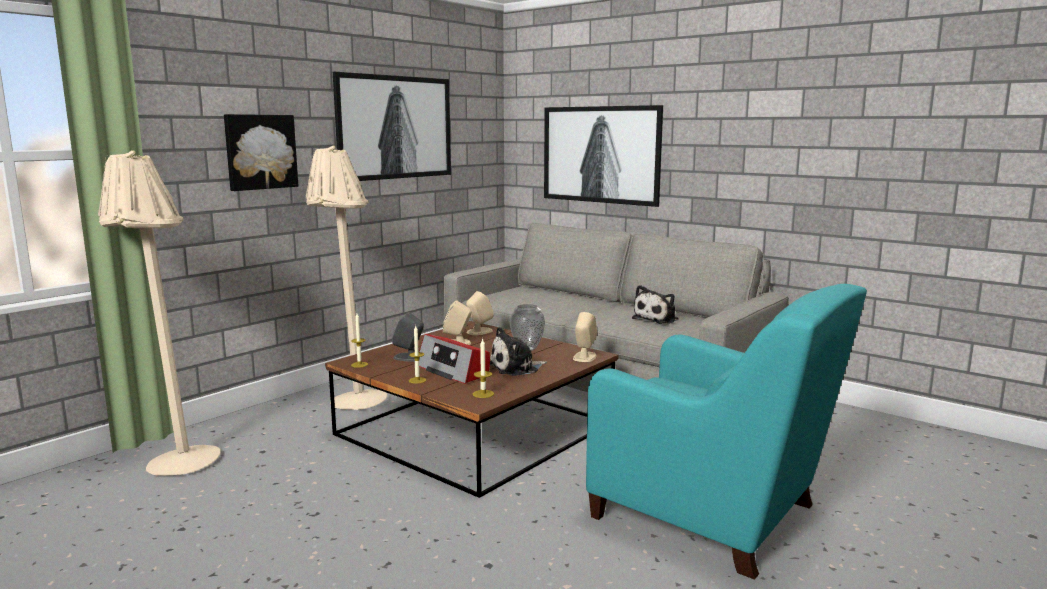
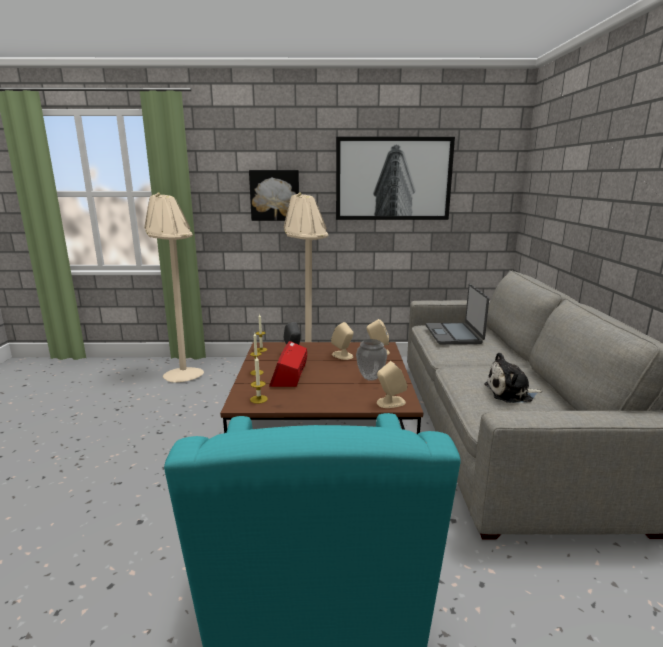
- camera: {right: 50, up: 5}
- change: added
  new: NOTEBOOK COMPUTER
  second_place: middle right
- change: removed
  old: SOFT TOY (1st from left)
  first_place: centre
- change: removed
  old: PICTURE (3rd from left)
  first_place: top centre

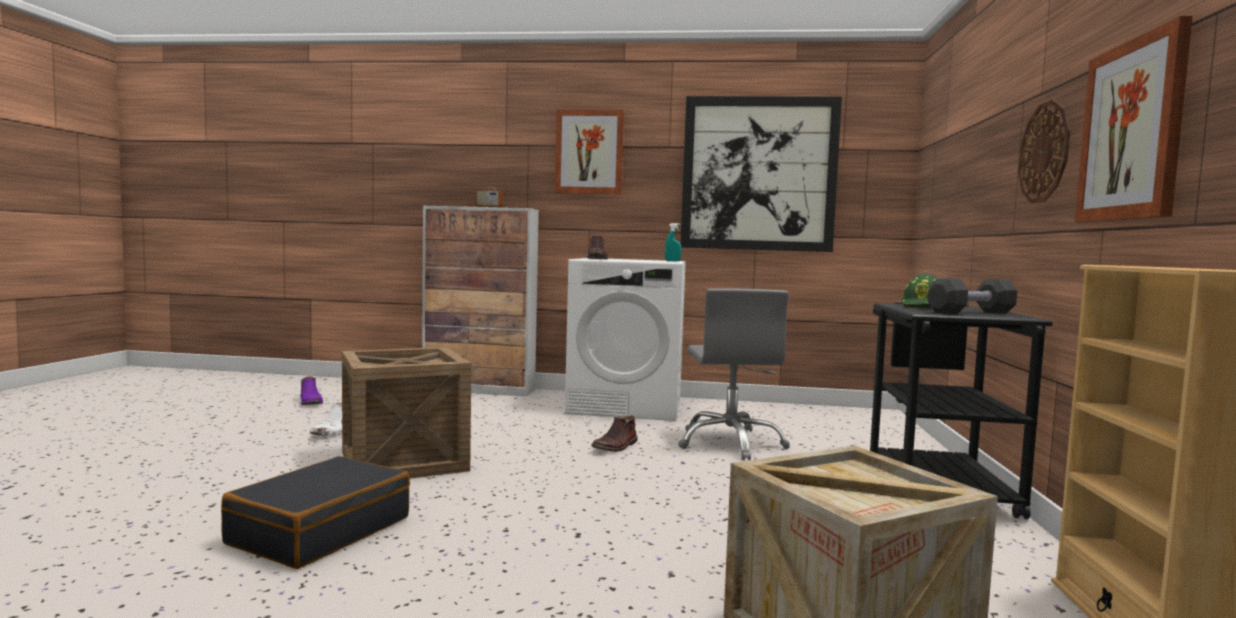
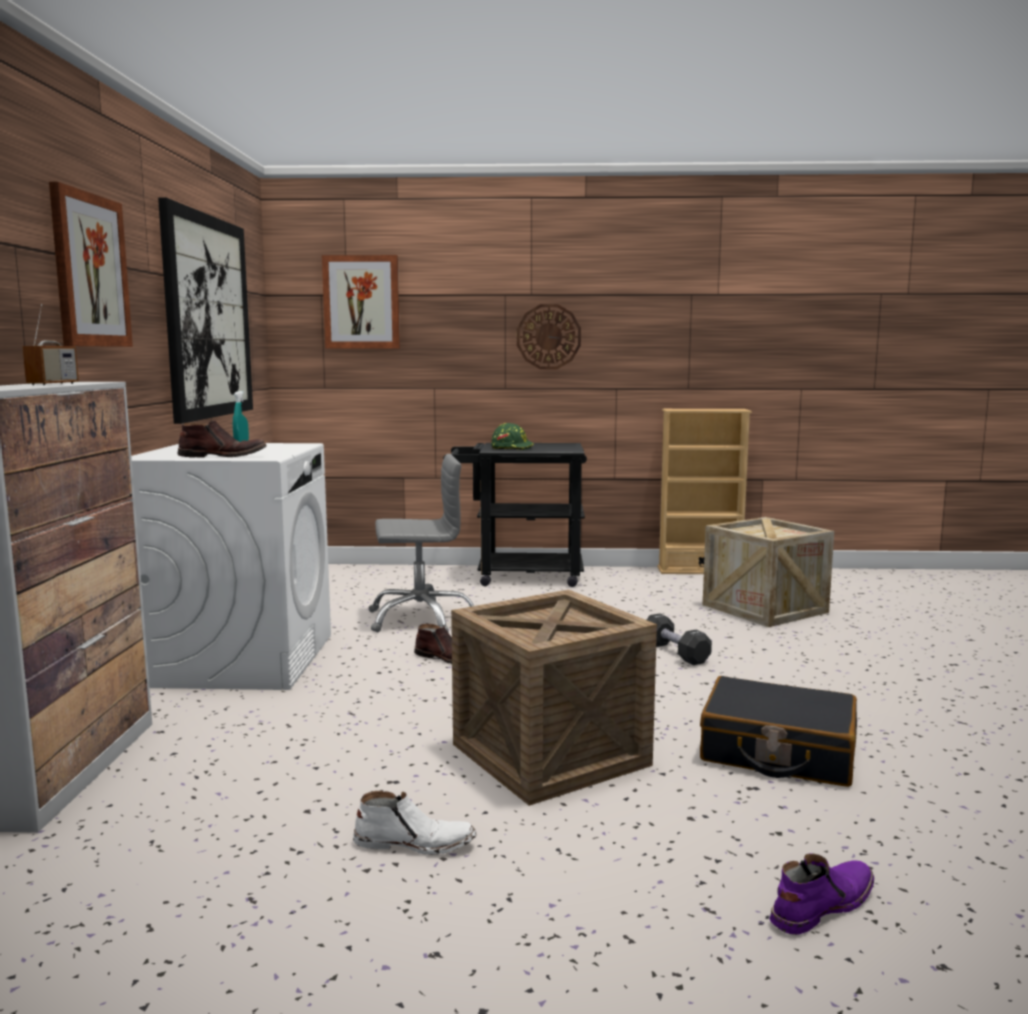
- camera: {right: -95, up: 5}
- change: moved
  old: PICTURE (3rd from left)
  first_place: top right
  second_place: top centre
- change: moved
  old: BLACK-COLOURED FREE WEIGHT
  first_place: middle right
  second_place: centre
- change: moved
  old: PURPLE-COLOURED HIGH-TOP BOOT
  first_place: middle left
  second_place: bottom right

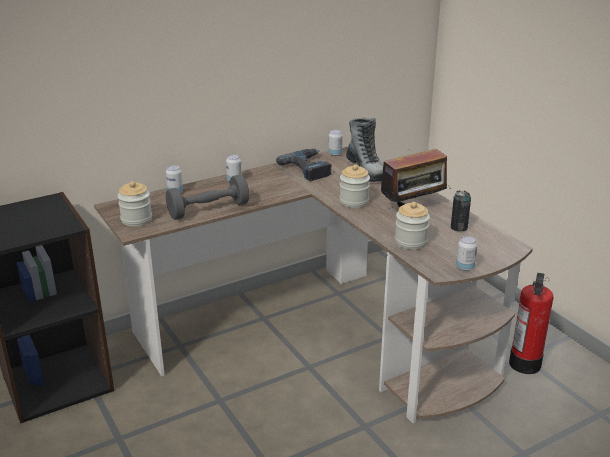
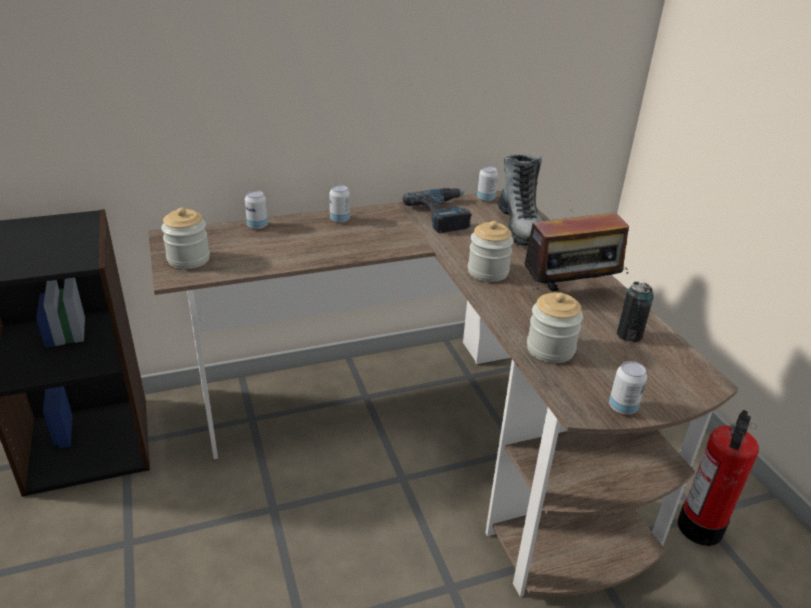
- camera: {right: 10, up: 5}
- change: removed
  old: GREYISH FREE WEIGHT
  first_place: centre

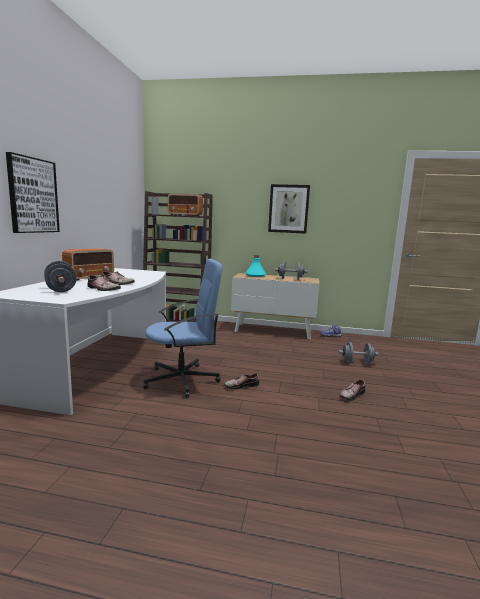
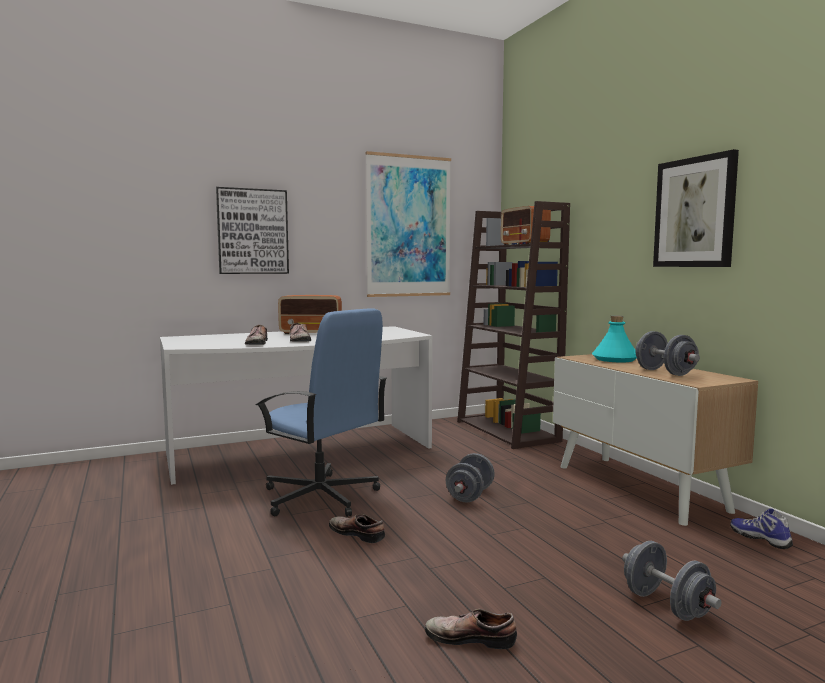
- camera: {right: 55, up: -5}
- change: added
  new: PICTURE (2nd from left)
  second_place: top centre
- change: moved
  old: GREYISH FREE WEIGHT (1st from left)
  first_place: middle left
  second_place: bottom centre

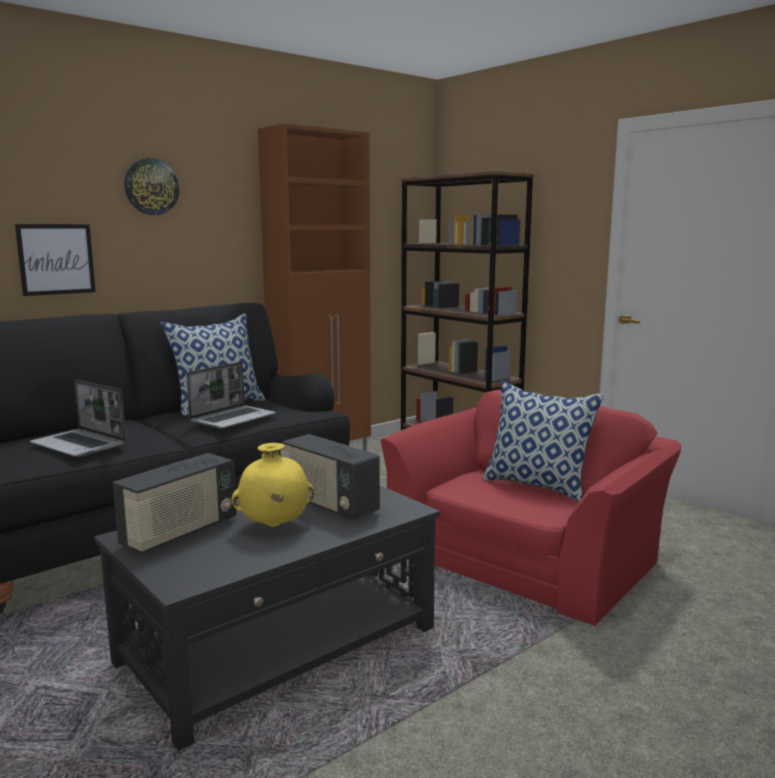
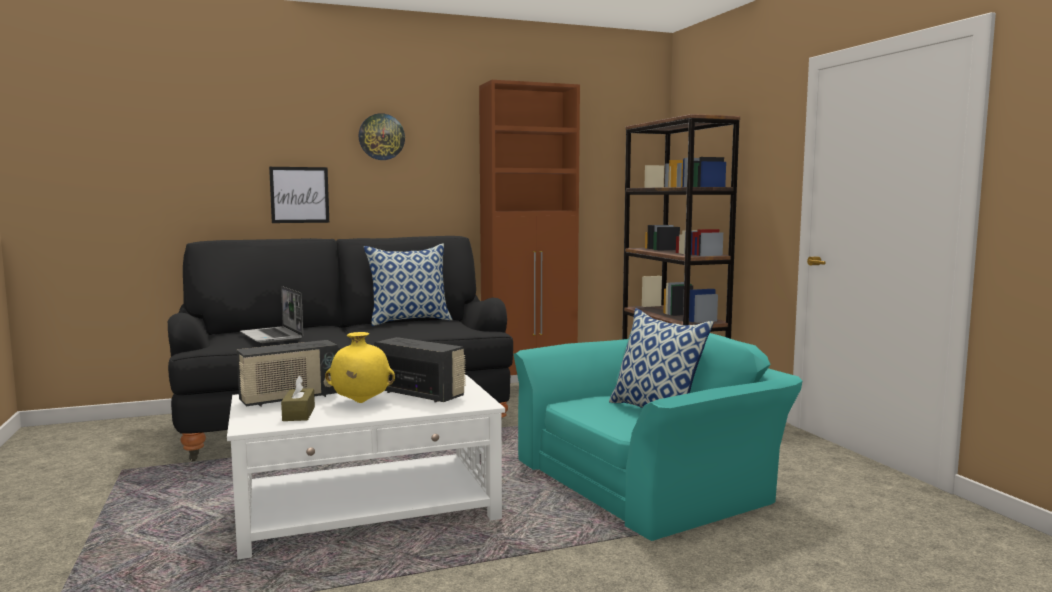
- camera: {right: 20, up: -5}
- change: recoloured
  old: BLACK-COLOURED COFFEE TABLE
  new: WHITE COFFEE TABLE
  first_place: bottom centre
  second_place: bottom centre
- change: added
  new: BROWNISH TISSUE BOX
  second_place: bottom left
- change: turned
  old: RADIO (2nd from left)
  first_place: centre
  second_place: centre
  degrees: 150
- change: recoloured
  old: RED-COLOURED EASY CHAIR
  new: BLUE-GREEN EASY CHAIR
  first_place: middle right
  second_place: bottom centre
- change: removed
  old: NOTEBOOK COMPUTER (2nd from left)
  first_place: middle left

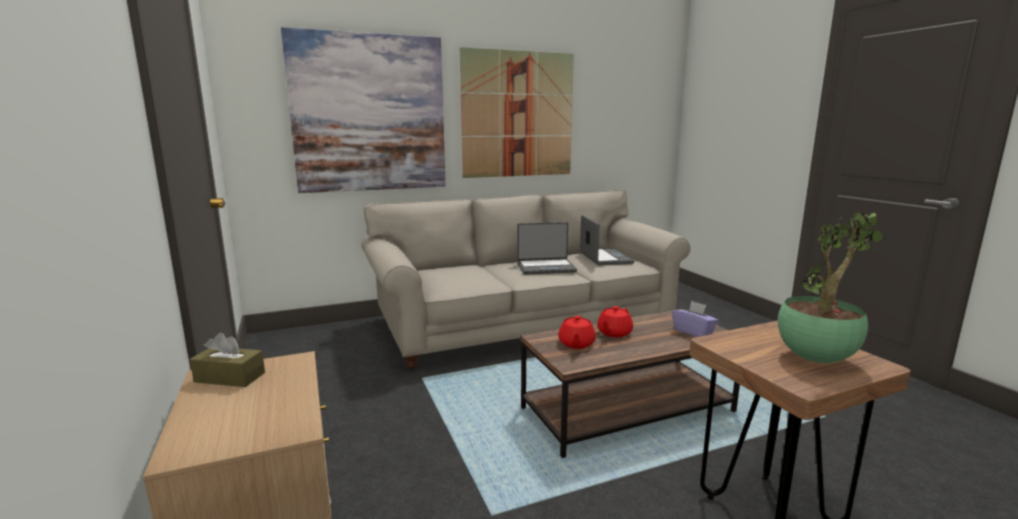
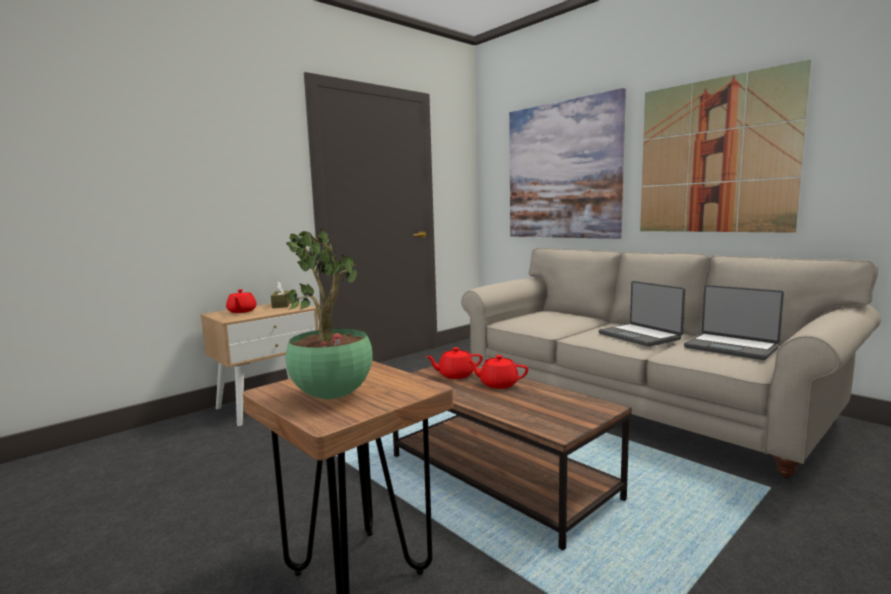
- camera: {right: 70, up: -5}
- change: added
  new: RED-COLOURED POT FOR TEA (1st from left)
  second_place: middle left
- change: turned
  old: NOTEBOOK COMPUTER (2nd from left)
  first_place: centre
  second_place: middle right
  degrees: 75
- change: removed
  old: PURPLE-COLOURED TISSUE BOX
  first_place: middle right

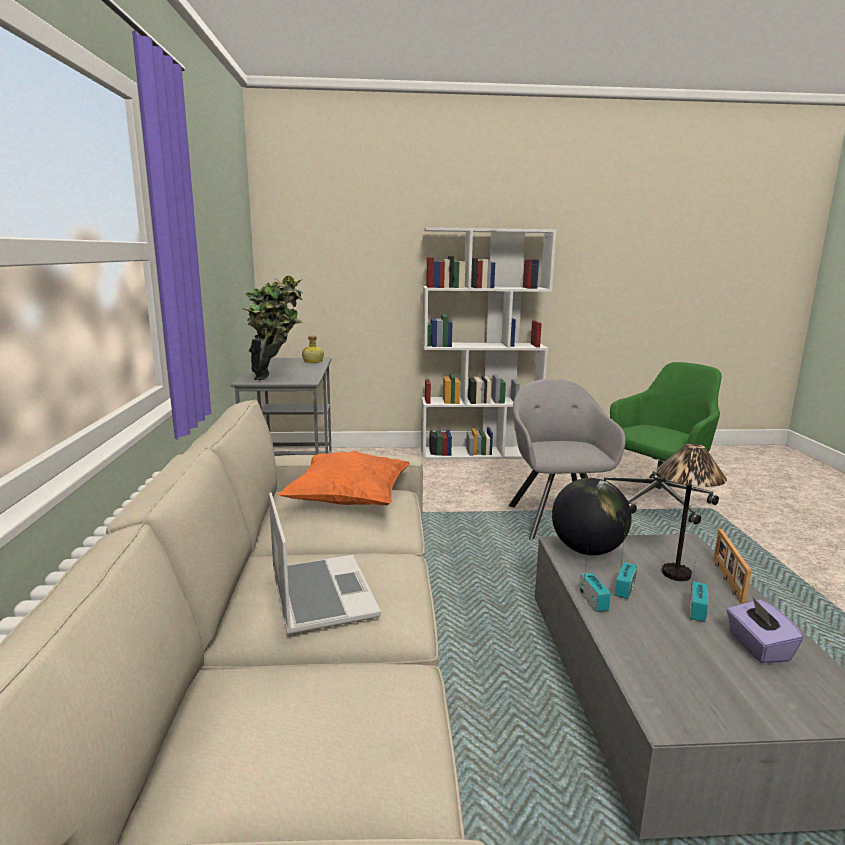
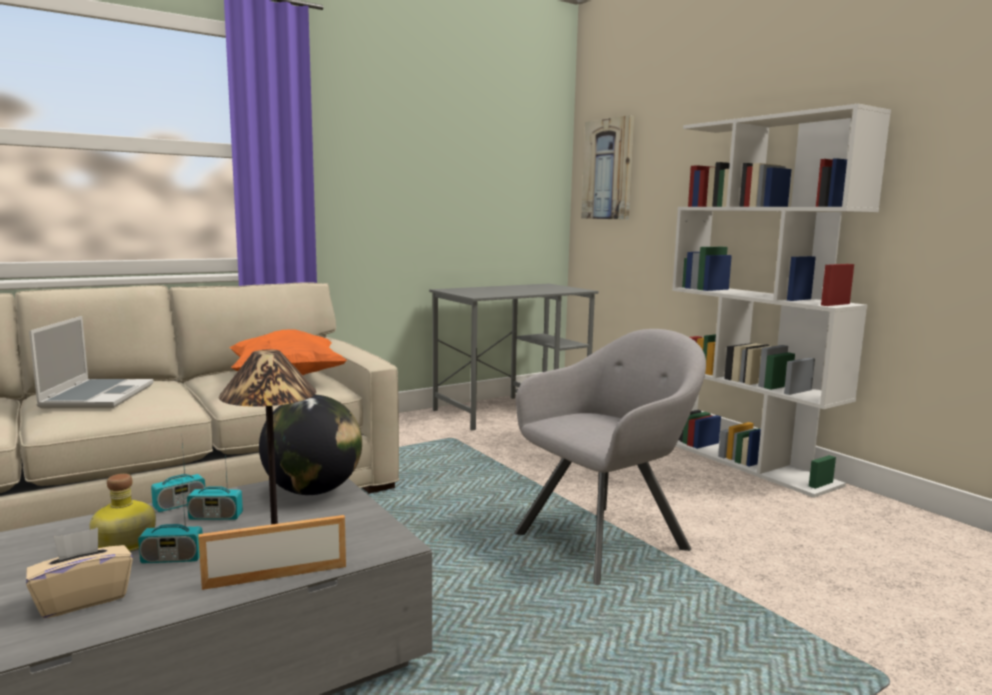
- camera: {right: 60, up: -5}
- change: recoloured
  old: PURPLE-COLOURED TISSUE BOX
  new: SAND-COLOURED TISSUE BOX
  first_place: bottom right
  second_place: bottom left
- change: turned
  old: NOTEBOOK COMPUTER
  first_place: centre
  second_place: middle left
  degrees: -45
- change: moved
  old: DRINK BOTTLE
  first_place: centre
  second_place: bottom left
- change: added
  new: PICTURE
  second_place: top centre
- change: removed
  old: HOUSEPLANT
  first_place: middle left
- change: removed
  old: GREEN DESK CHAIR
  first_place: middle right

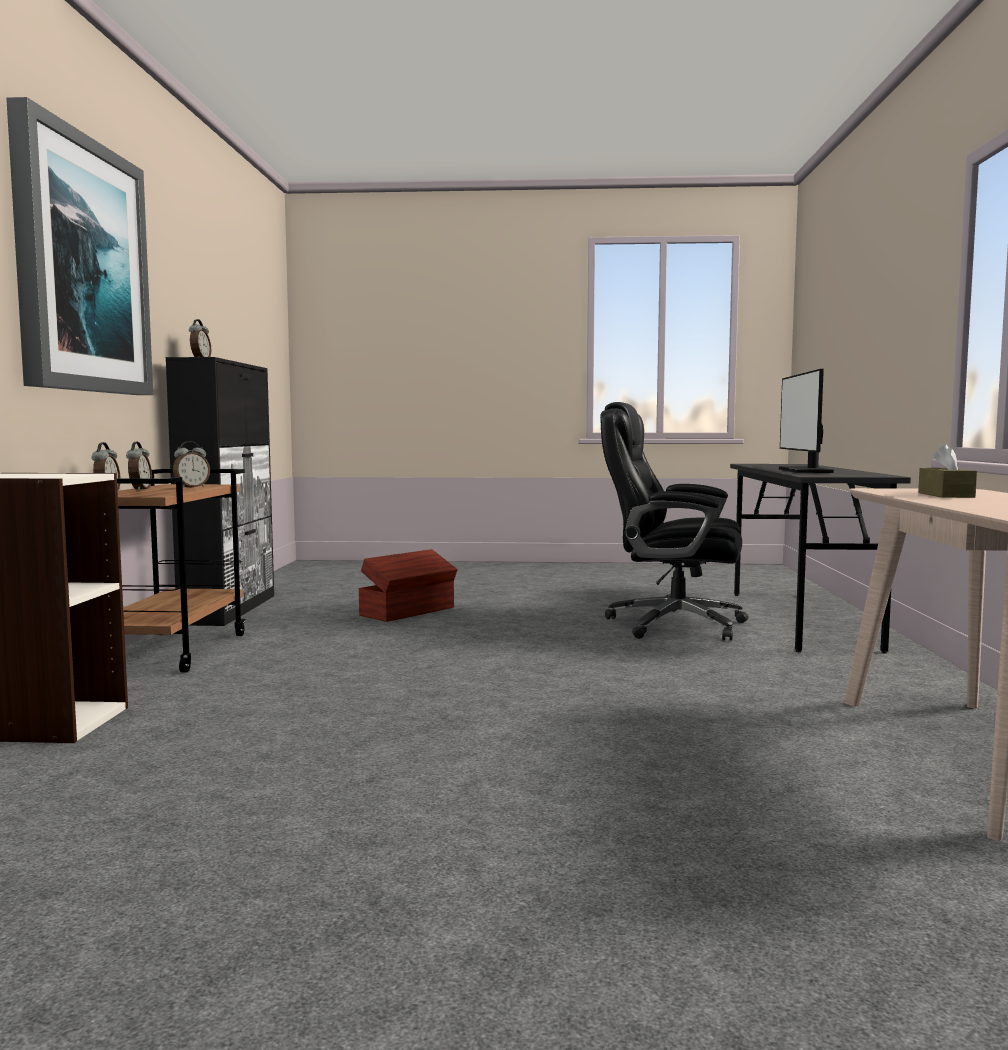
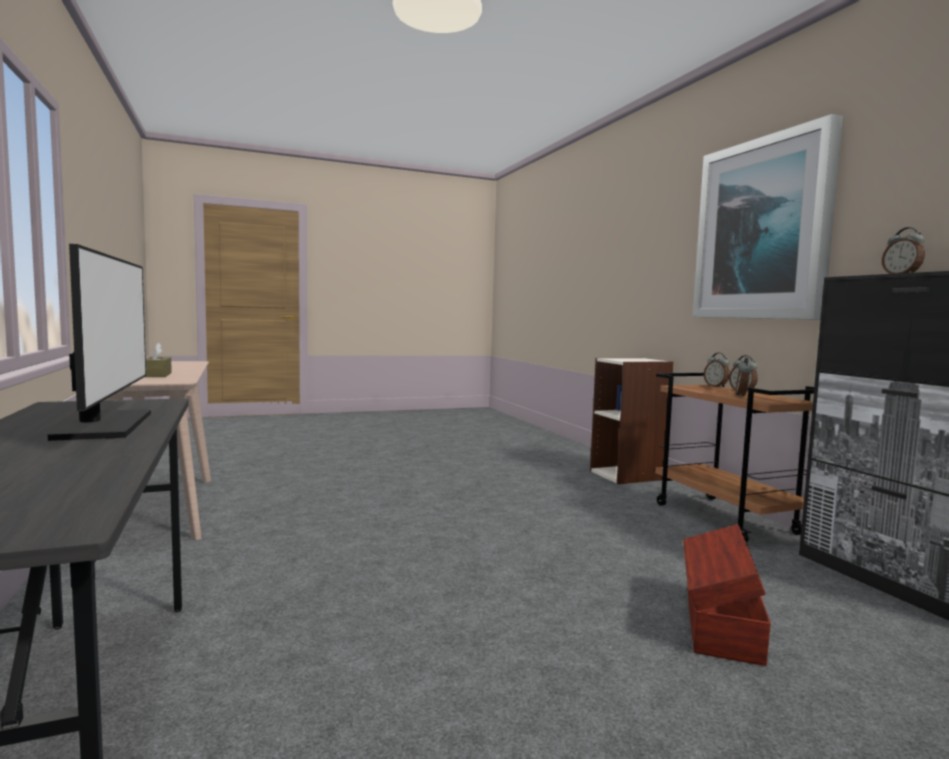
- camera: {right: 155, up: 0}
- change: removed
  old: BLACK-COLOURED DESK CHAIR
  first_place: middle right

